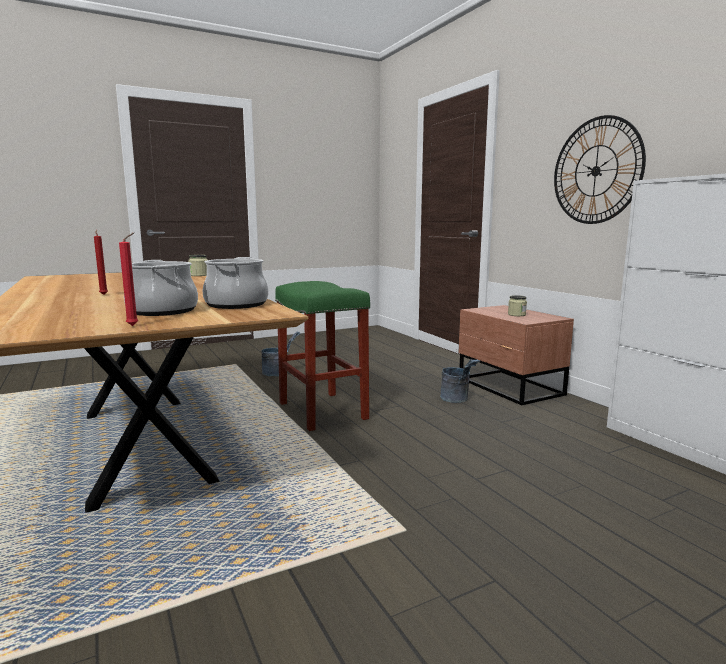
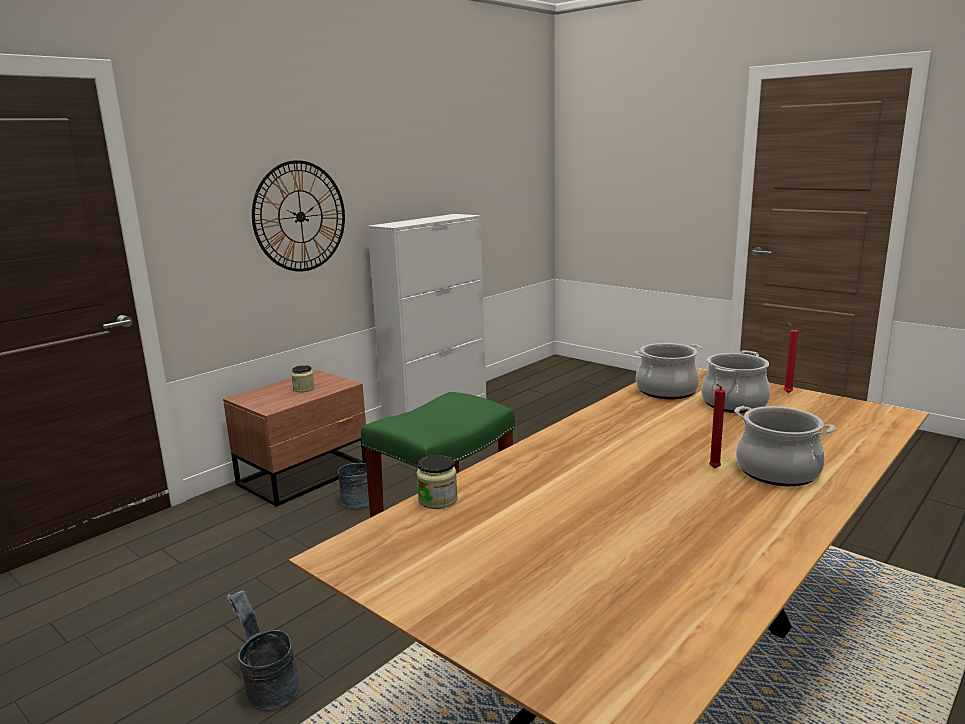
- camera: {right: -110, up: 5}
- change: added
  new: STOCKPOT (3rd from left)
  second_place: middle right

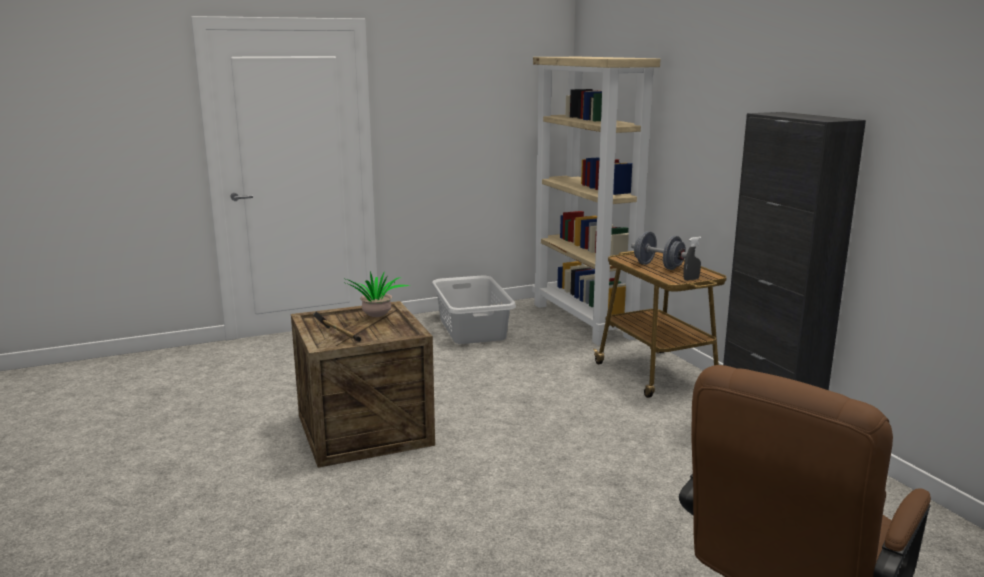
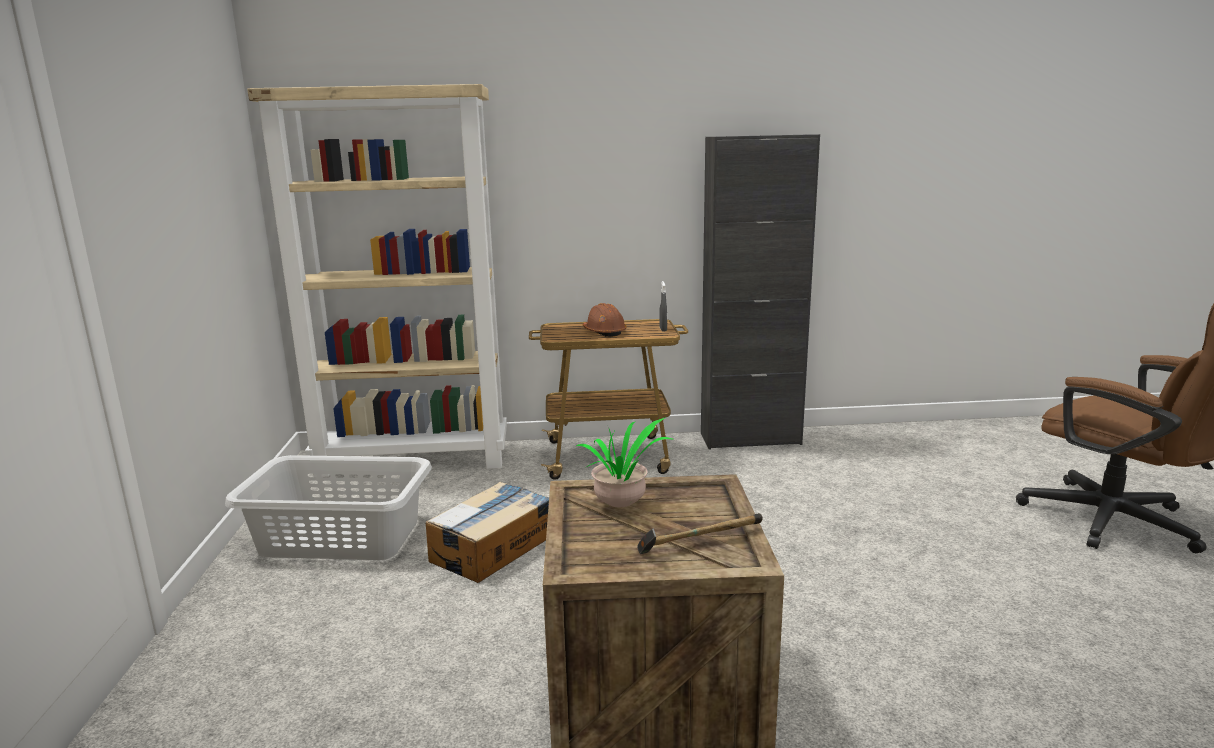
- camera: {right: -70, up: 0}
- change: added
  new: CARDBOARD BOX
  second_place: bottom centre
- change: replaced
  old: GREYISH FREE WEIGHT
  new: BROWNISH WORK HELMET
  first_place: middle right
  second_place: centre

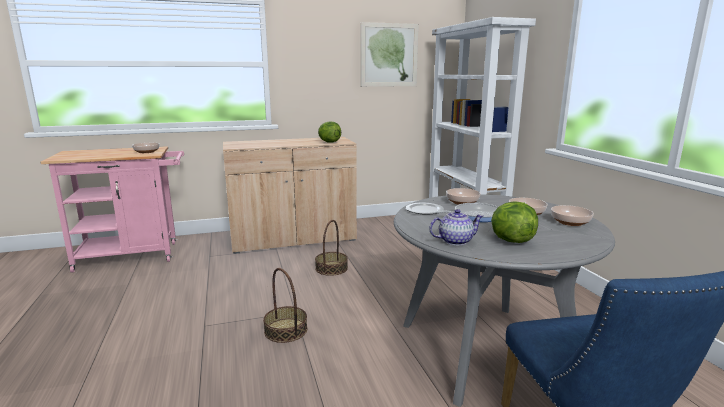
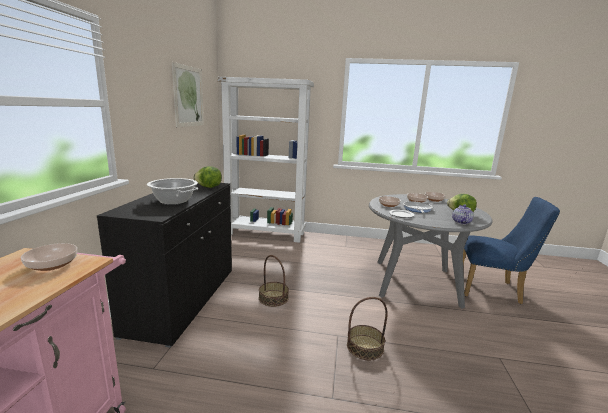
- camera: {right: -65, up: 0}
- change: recoloured
  old: SAND-COLOURED CUPBOARD
  new: BLACK-COLOURED CUPBOARD
  first_place: centre
  second_place: middle left
- change: added
  new: STOCKPOT
  second_place: middle left

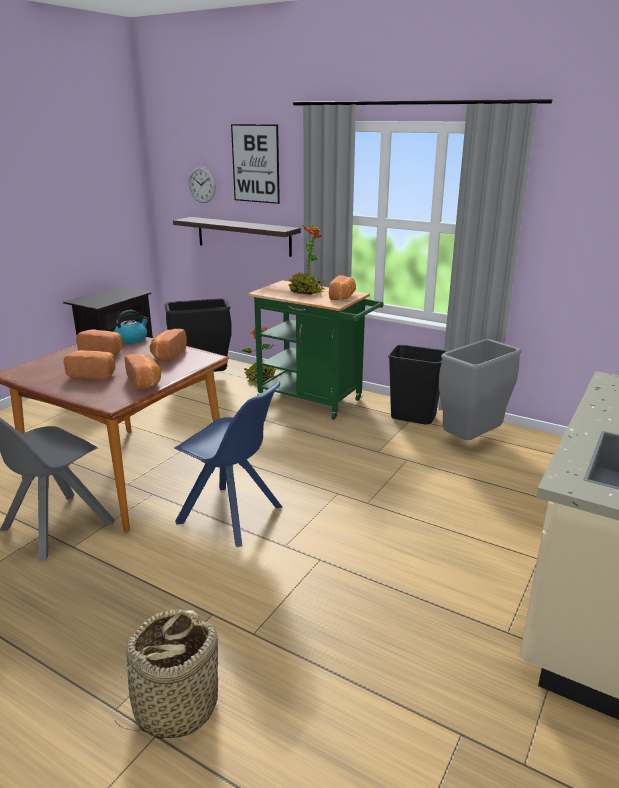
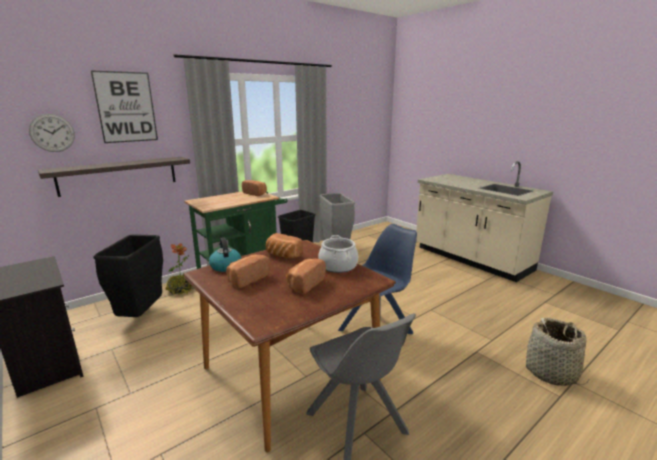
- camera: {right: -70, up: -5}
- change: replaced
  old: BAKERY BREAD (3rd from left)
  new: STOCKPOT
  first_place: middle left
  second_place: centre
- change: removed
  old: HOUSEPLANT (2nd from left)
  first_place: top centre

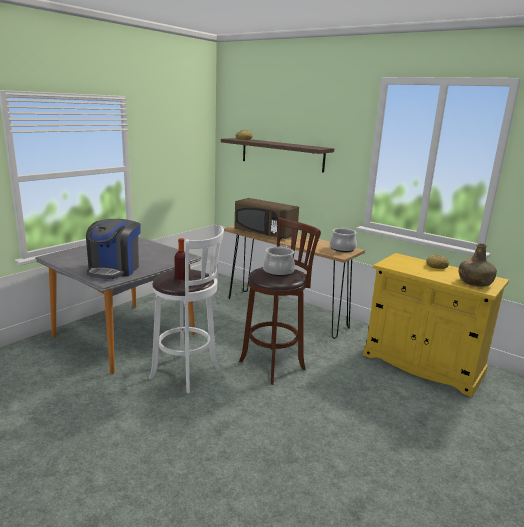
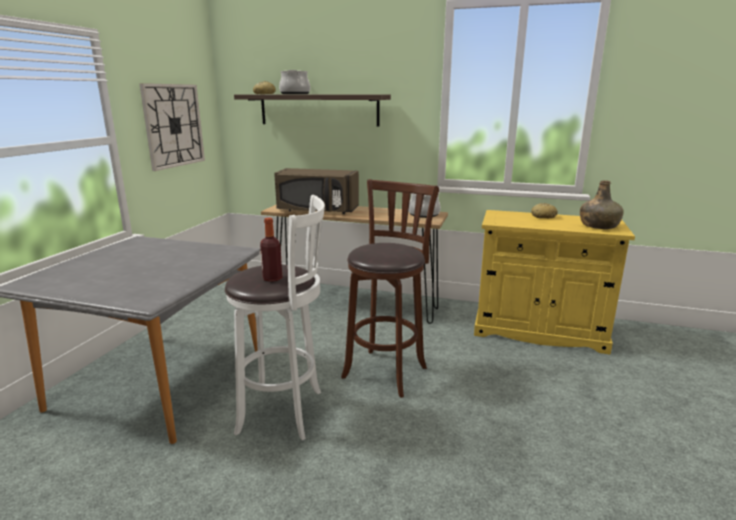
- camera: {right: -20, up: 0}
- change: added
  new: WALL CLOCK
  second_place: top left
- change: moved
  old: STOCKPOT (1st from left)
  first_place: centre
  second_place: top centre
- change: removed
  old: COFFEE BREWER
  first_place: middle left

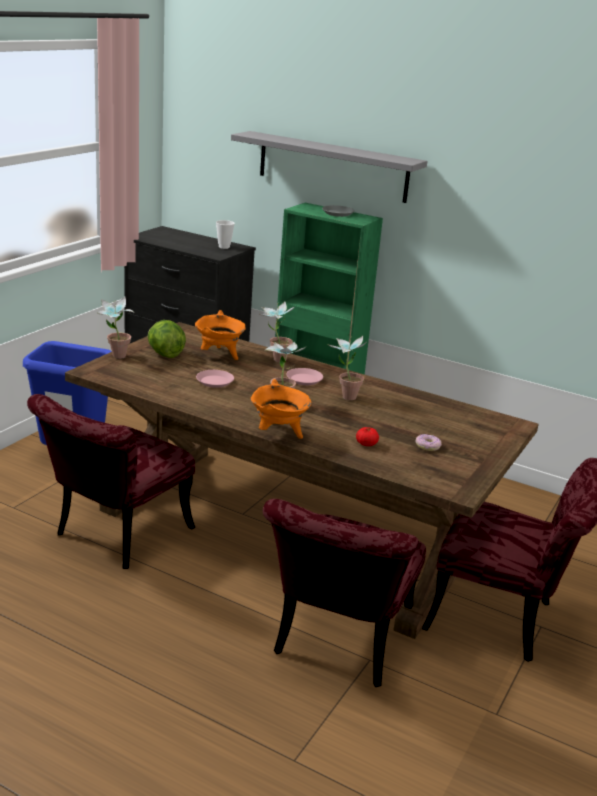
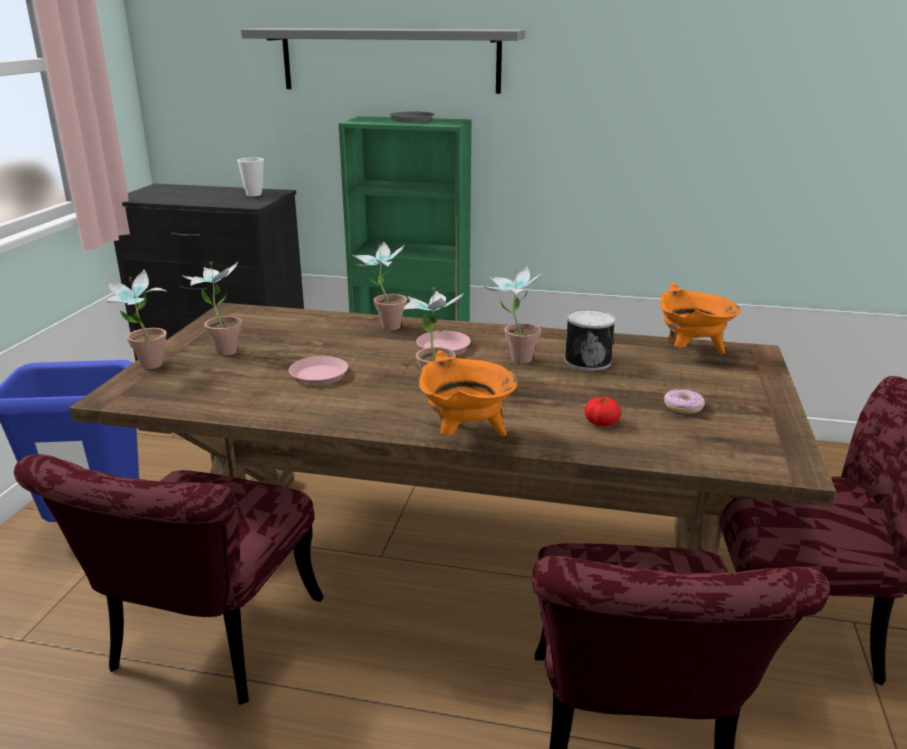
- camera: {right: -15, up: 0}
- change: replaced
  old: HEAD OF LETTUCE
  new: HOUSEPLANT (2nd from left)
  first_place: middle left
  second_place: middle left
- change: added
  new: CAN
  second_place: centre
- change: moved
  old: ORANGEY STOCKPOT (1st from left in the first image)
  new: ORANGEY STOCKPOT (2nd from left)
  first_place: centre
  second_place: middle right

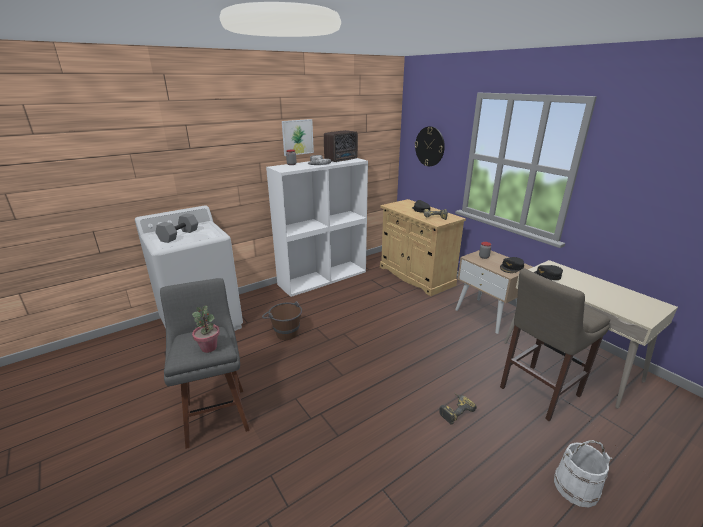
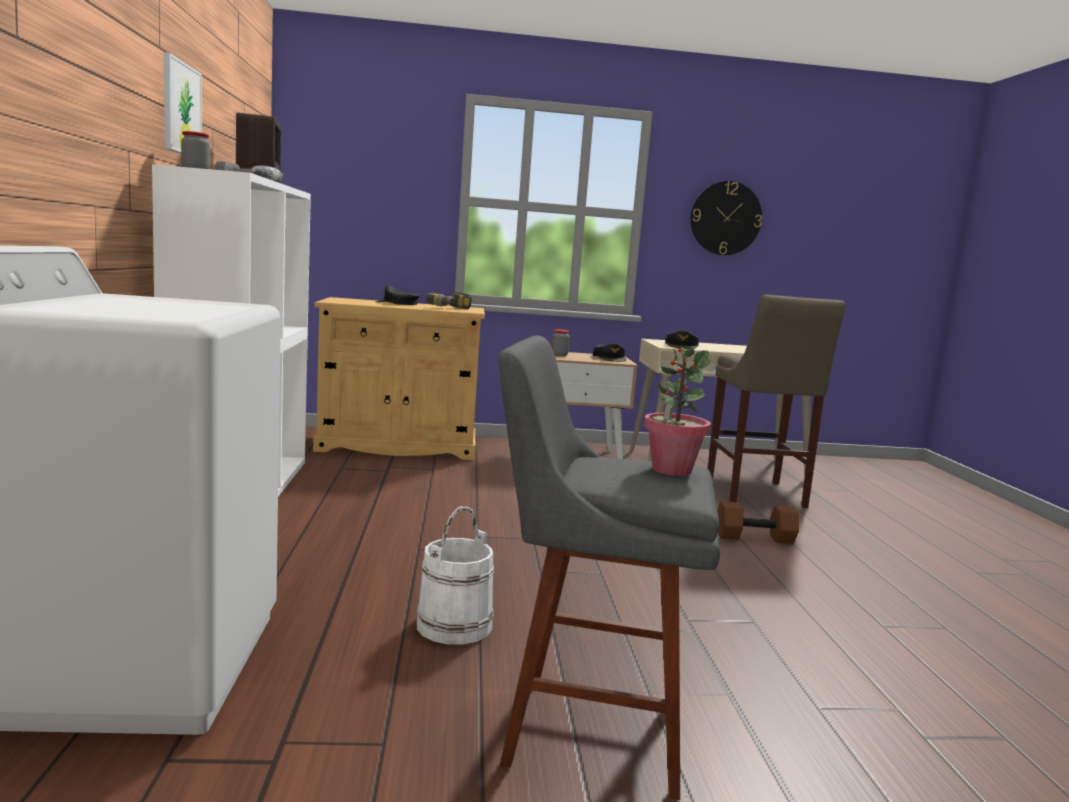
- camera: {right: -60, up: -15}
- change: moved
  old: WHITE PAIL
  first_place: bottom right
  second_place: bottom centre
- change: moved
  old: WALL CLOCK
  first_place: top centre
  second_place: top right
- change: replaced
  old: DRILL (3rd from left)
  new: BROWNISH FREE WEIGHT
  first_place: bottom centre
  second_place: middle right
- change: removed
  old: GREYISH FREE WEIGHT
  first_place: middle left
- change: removed
  old: BROWNISH PAIL
  first_place: centre

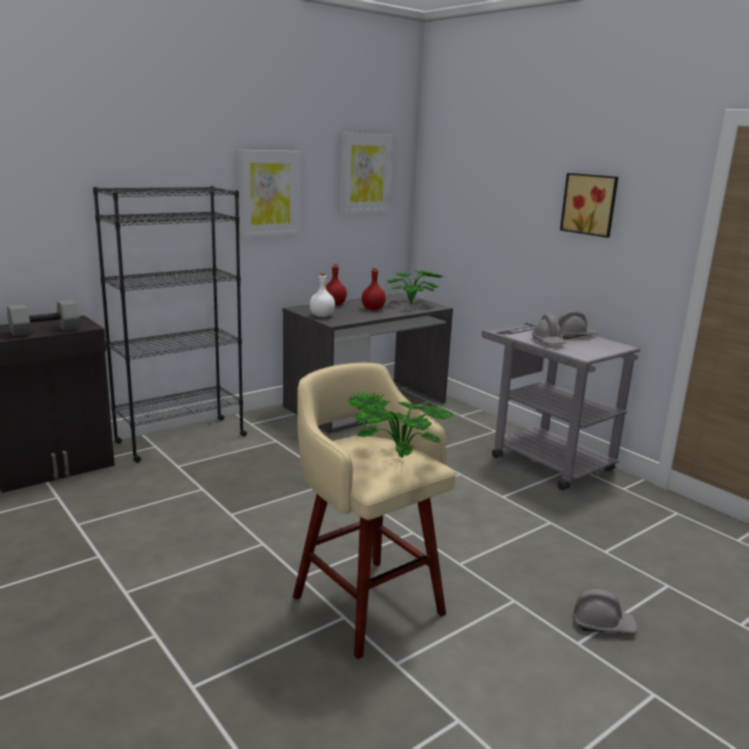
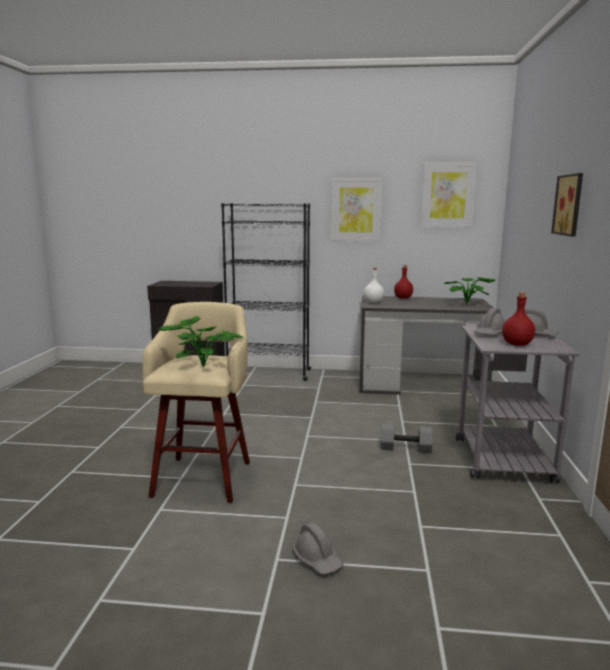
- camera: {right: 45, up: -5}
- change: moved
  old: GREYISH FREE WEIGHT
  first_place: middle left
  second_place: middle right
- change: moved
  old: RED-COLOURED DRINK BOTTLE (2nd from left)
  first_place: centre
  second_place: middle right

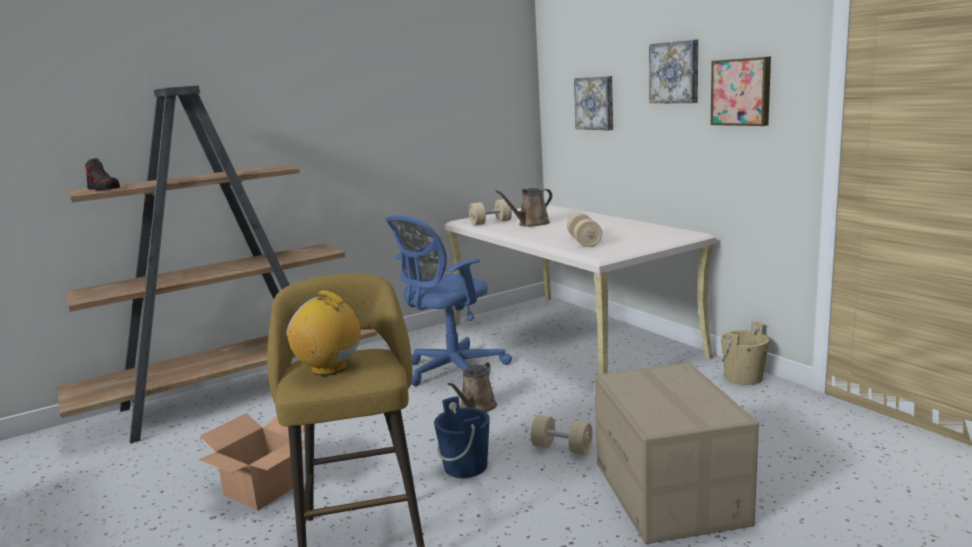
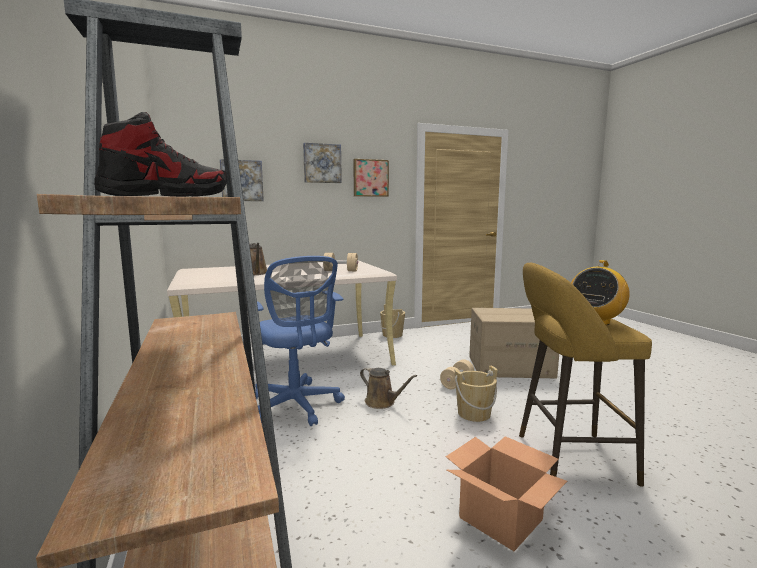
- camera: {right: -80, up: -5}
- change: recoloured
  old: BLUE PAIL
  new: SAND-COLOURED PAIL (2nd from left)
  first_place: bottom centre
  second_place: bottom centre
- change: removed
  old: SAND-COLOURED FREE WEIGHT (1st from left)
  first_place: centre

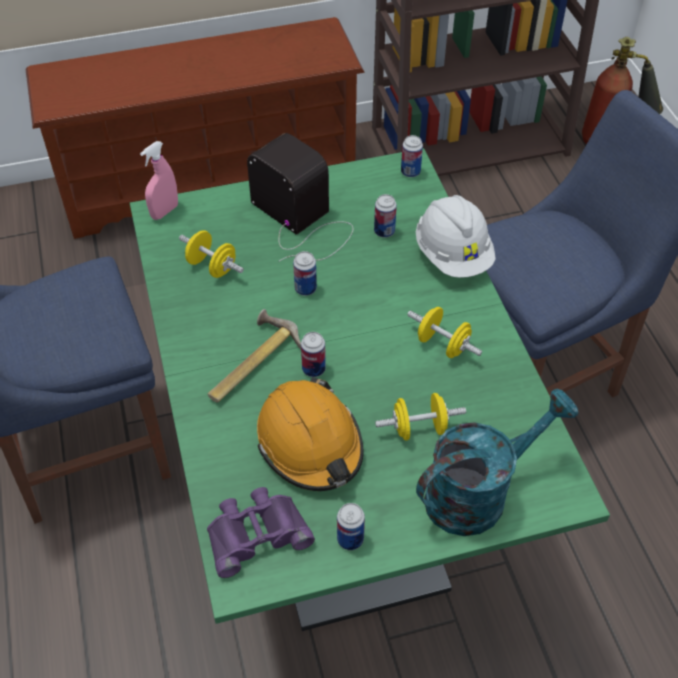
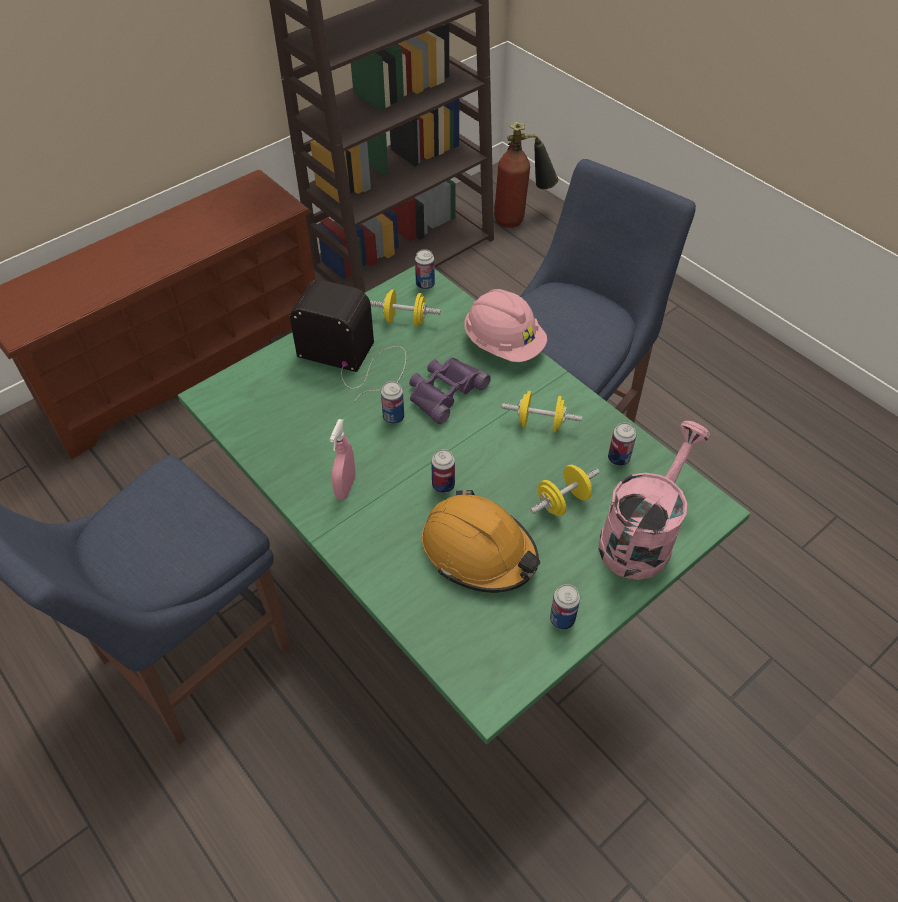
- camera: {right: -25, up: 0}
- change: moved
  old: PINK SPRAY BOTTLE
  first_place: top left
  second_place: centre
- change: moved
  old: YELLOW-COLOURED FREE WEIGHT (1st from left)
  first_place: middle left
  second_place: centre
- change: moved
  old: PURPLE-COLOURED PAIR OF BINOCULARS
  first_place: bottom centre
  second_place: centre
- change: recoloured
  old: WHITE WORK HELMET
  new: PINK WORK HELMET
  first_place: middle right
  second_place: centre
- change: recoloured
  old: BLUE-GREEN WATERING CAN
  new: PINK WATERING CAN
  first_place: bottom right
  second_place: middle right
- change: moved
  old: CAN (4th from left in the first image)
  new: CAN (5th from left)
  first_place: top centre
  second_place: middle right
- change: removed
  old: TOOL HAMMER
  first_place: centre

